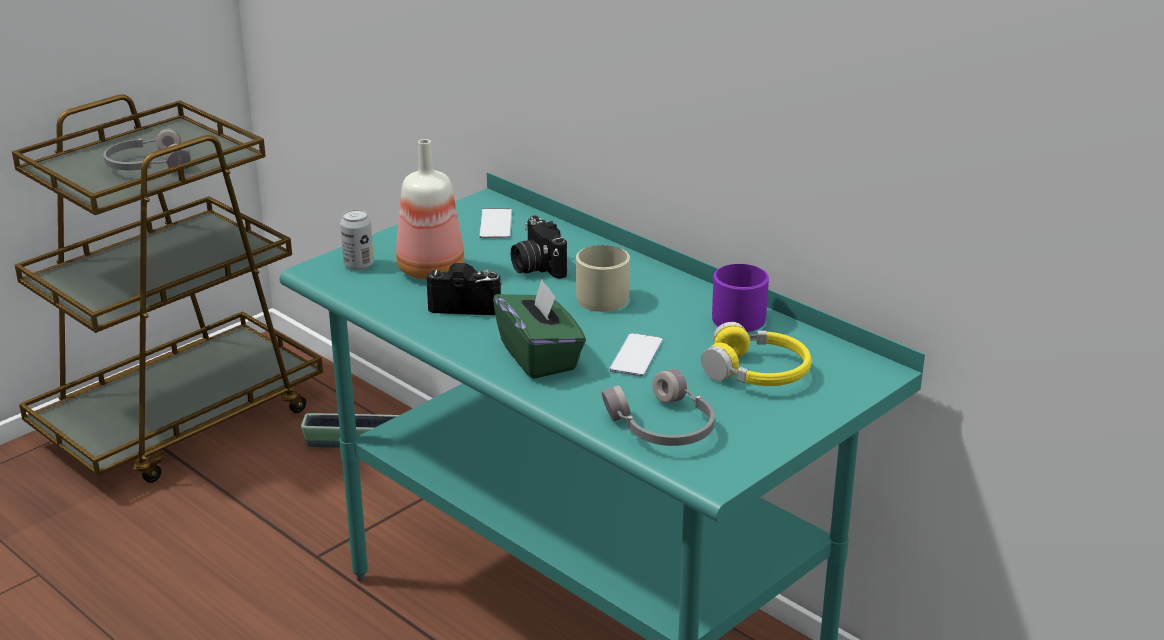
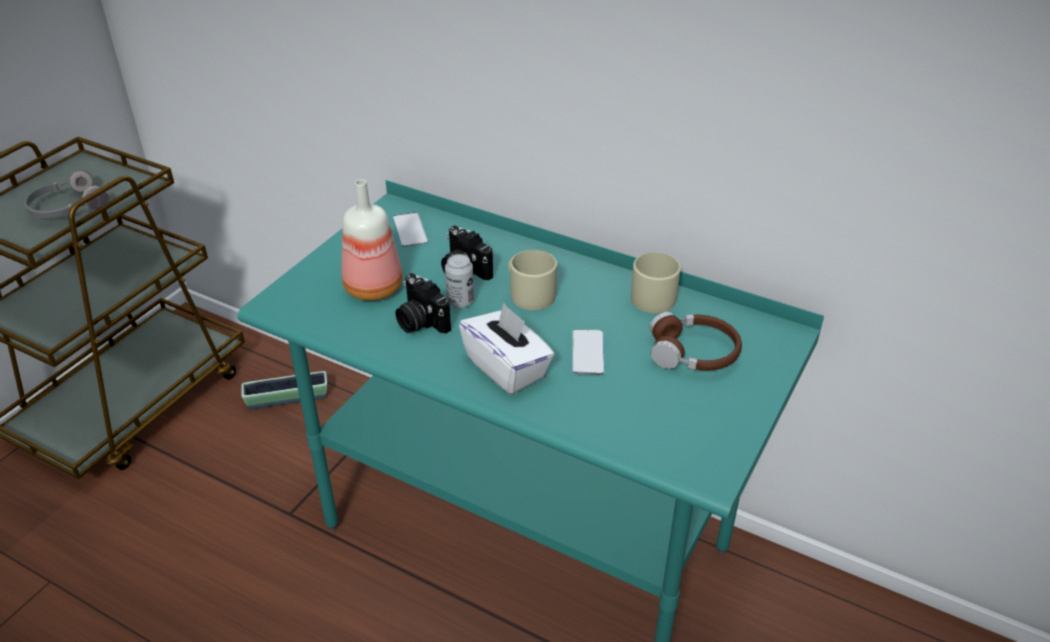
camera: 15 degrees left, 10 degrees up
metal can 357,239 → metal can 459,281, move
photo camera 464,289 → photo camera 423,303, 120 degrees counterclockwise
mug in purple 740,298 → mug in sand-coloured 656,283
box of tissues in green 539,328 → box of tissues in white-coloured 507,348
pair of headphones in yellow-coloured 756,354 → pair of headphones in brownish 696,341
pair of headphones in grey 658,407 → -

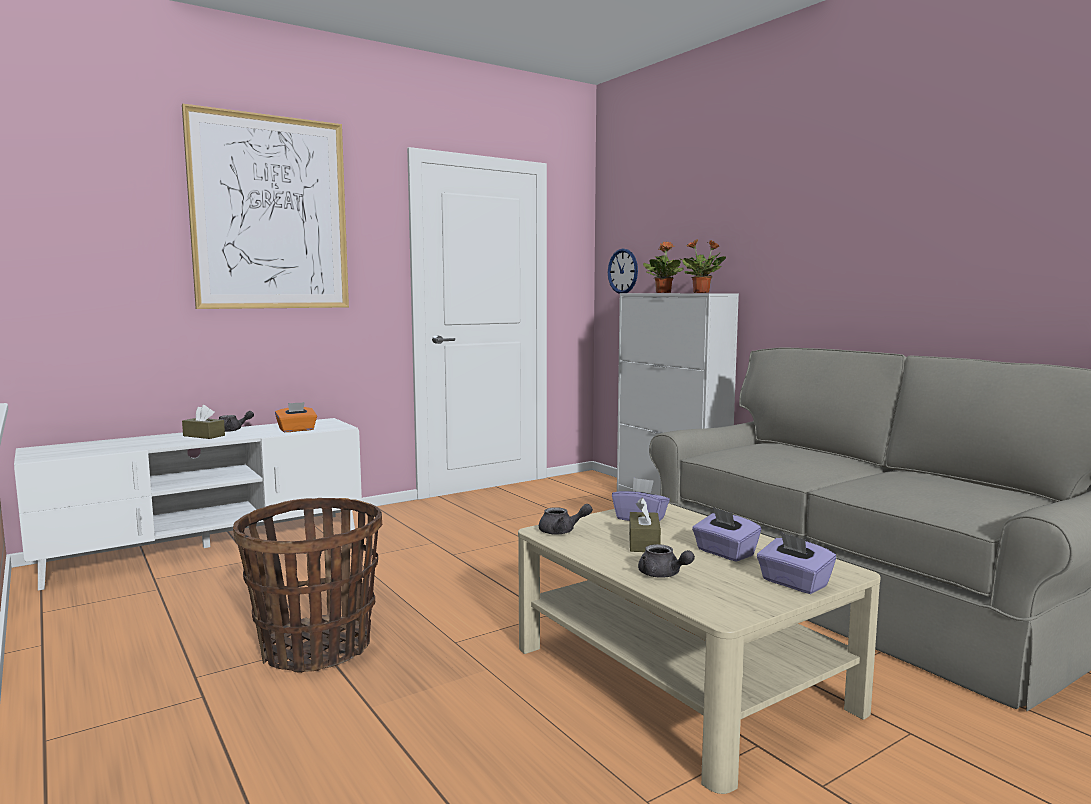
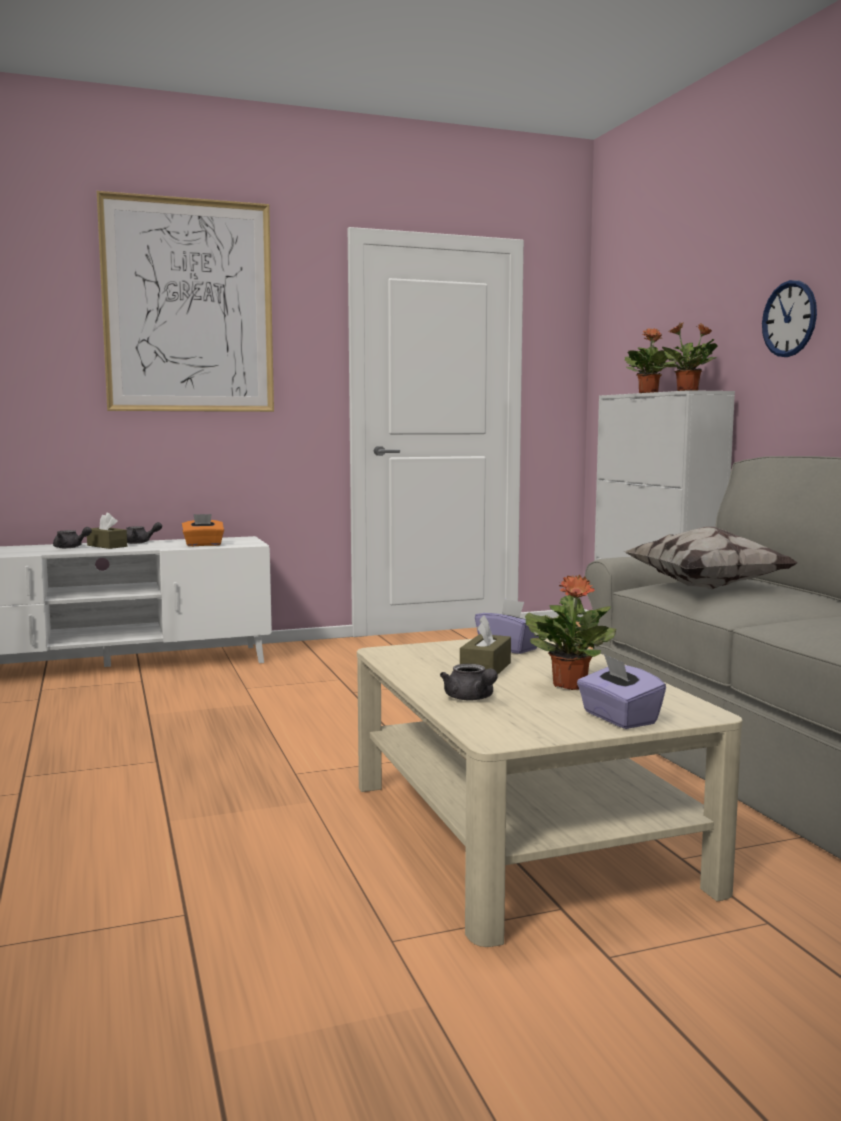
camera: 15 degrees right, 0 degrees up
wall clock 623,271 → wall clock 789,318, move
household basket 307,585 → -
pot for tea in grey 566,519 → pot for tea in grey 72,537, move
box of tissues in purple 726,534 → potted plant 570,632
- → throw pillow 710,558

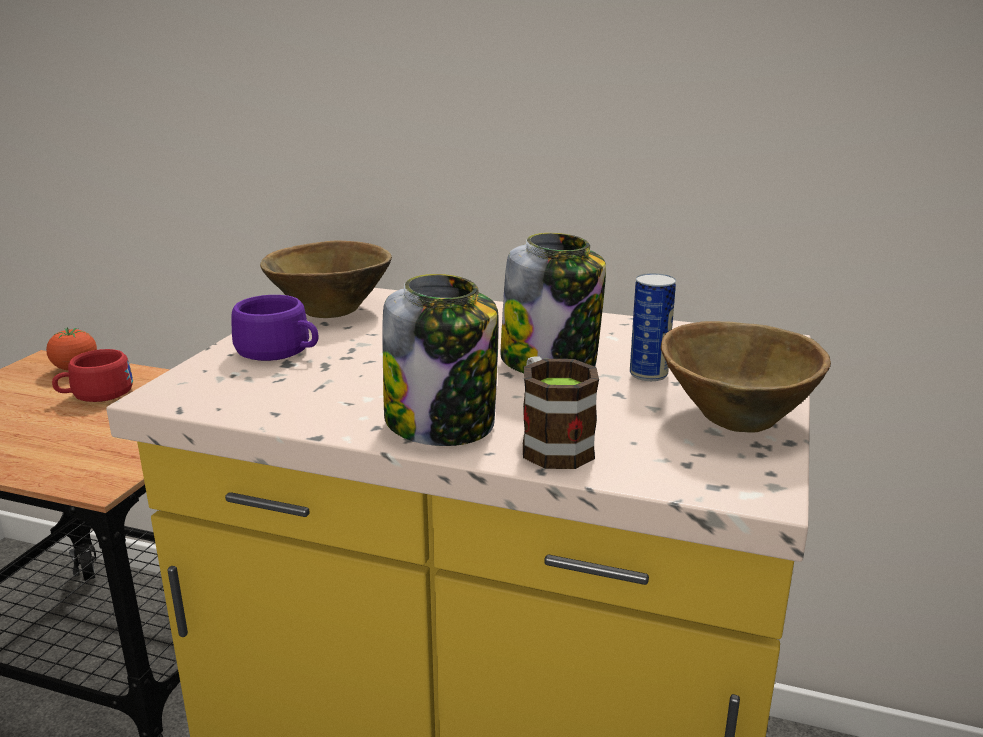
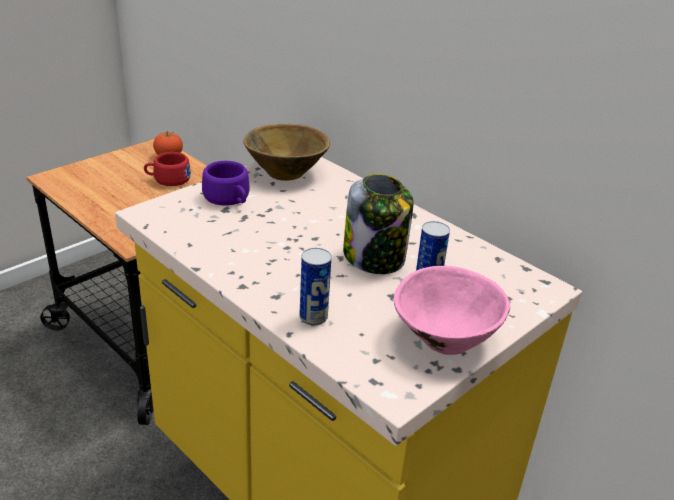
camera: 25 degrees right, 10 degrees up
storage jar 441,360 → -
bowl in brownish 746,376 → bowl in pinkish 451,310
mug 561,412 → metal can 315,287

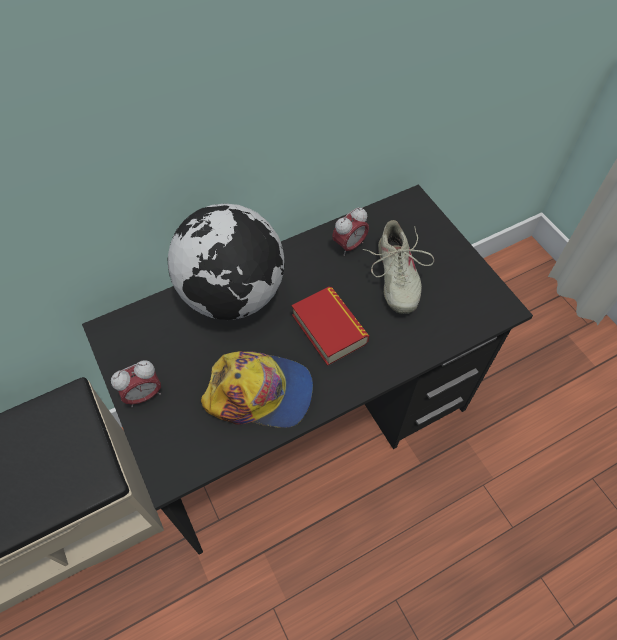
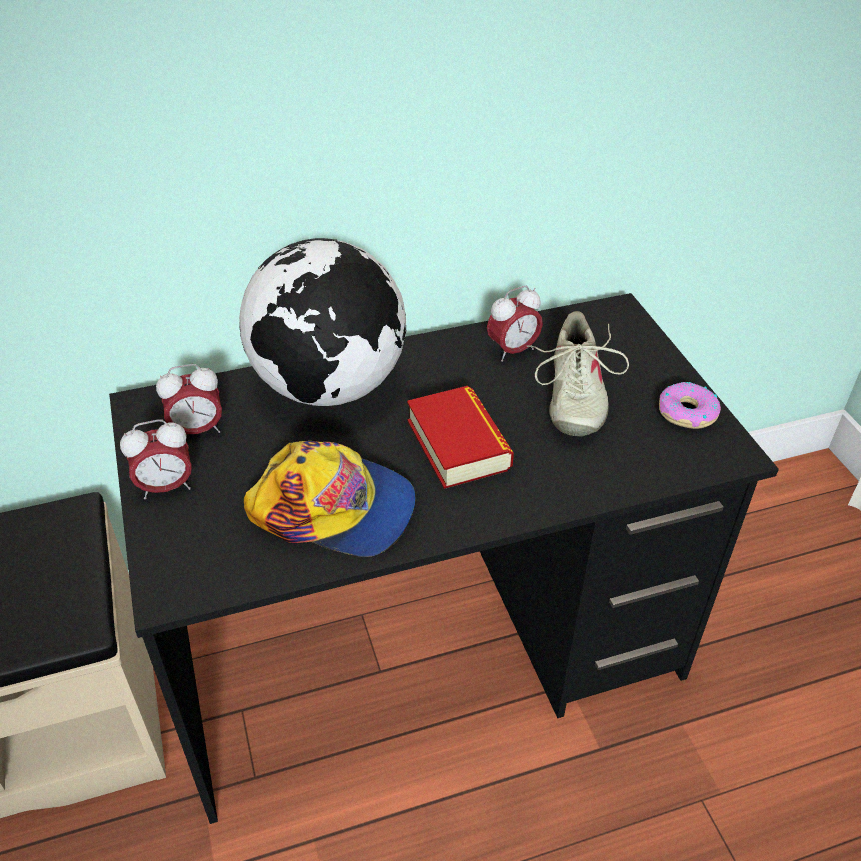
camera: 10 degrees right, 15 degrees down
- → bedside clock 189,399
- → donut 690,405

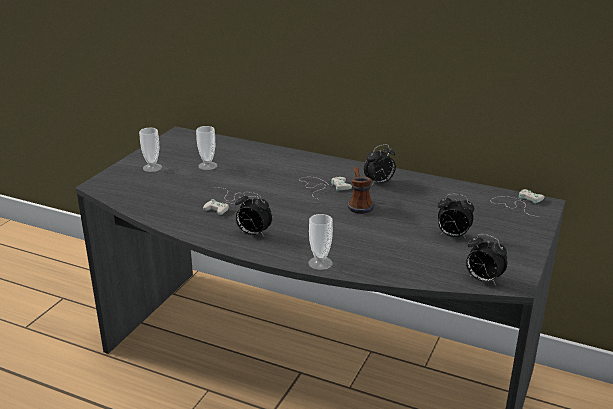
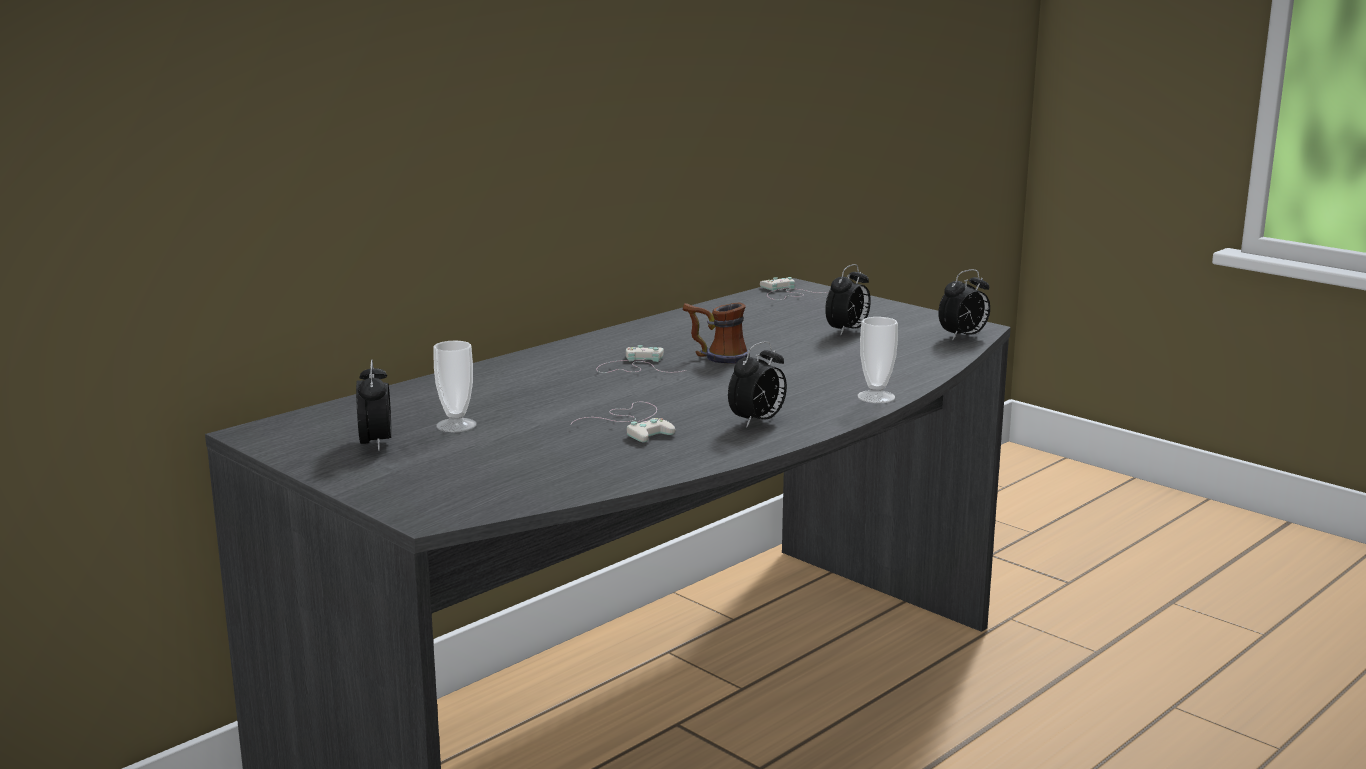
camera: 70 degrees left, 10 degrees down
cup 150,150 → -
bedside clock 380,164 → bedside clock 374,405, move

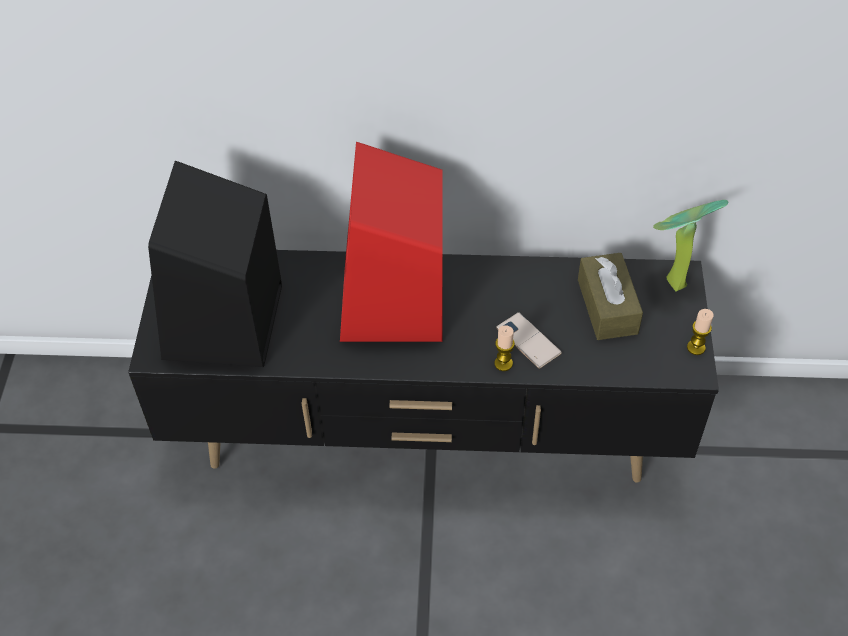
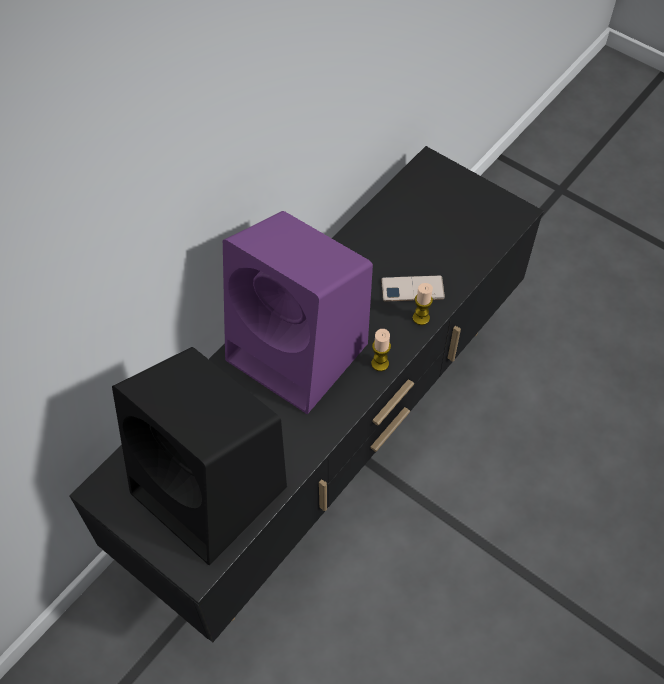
camera: 55 degrees left, 5 degrees up
audio speaker in red-coloured 391,242 → audio speaker in purple 298,312
potted plant 691,245 → -
box of tissues in brownish 610,296 → -
wax candle 700,332 → wax candle 381,350, move

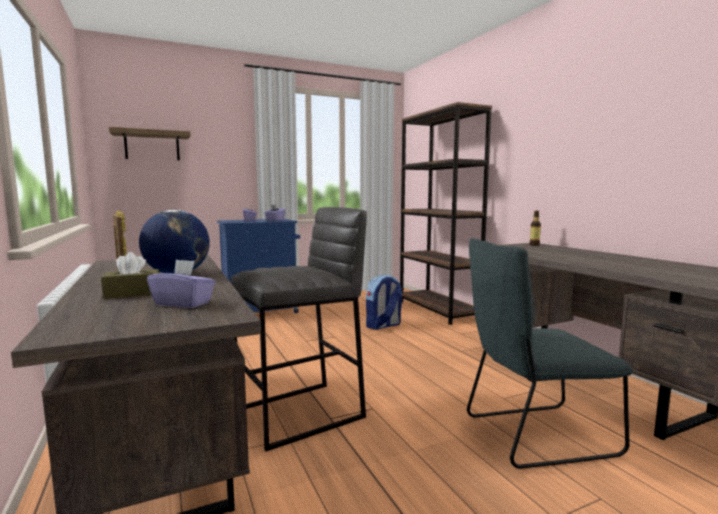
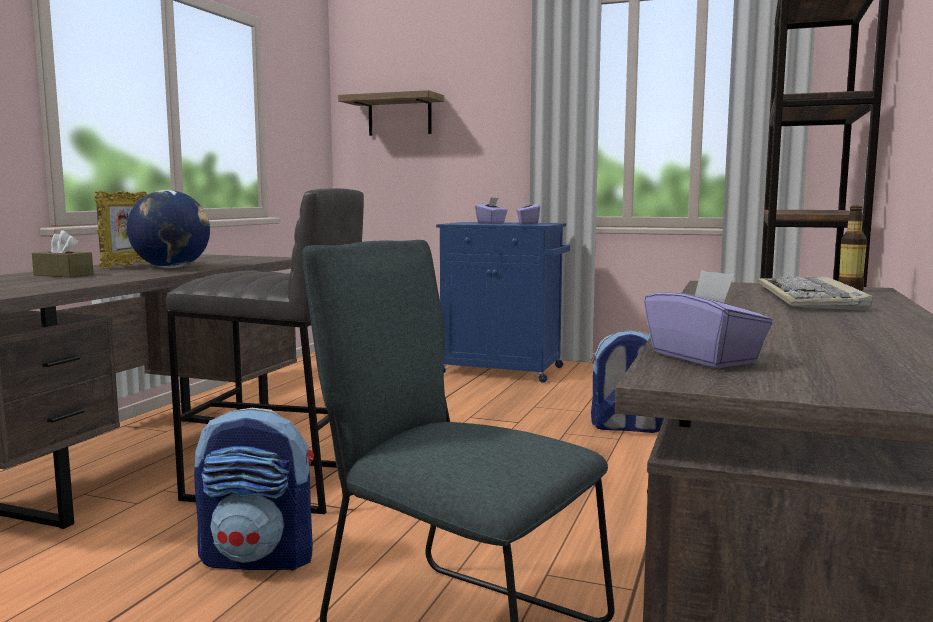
camera: 45 degrees right, 0 degrees up
box of tissues in purple 181,284 → box of tissues in purple 708,319, move
- → PC keyboard 815,293
- → knapsack 254,489

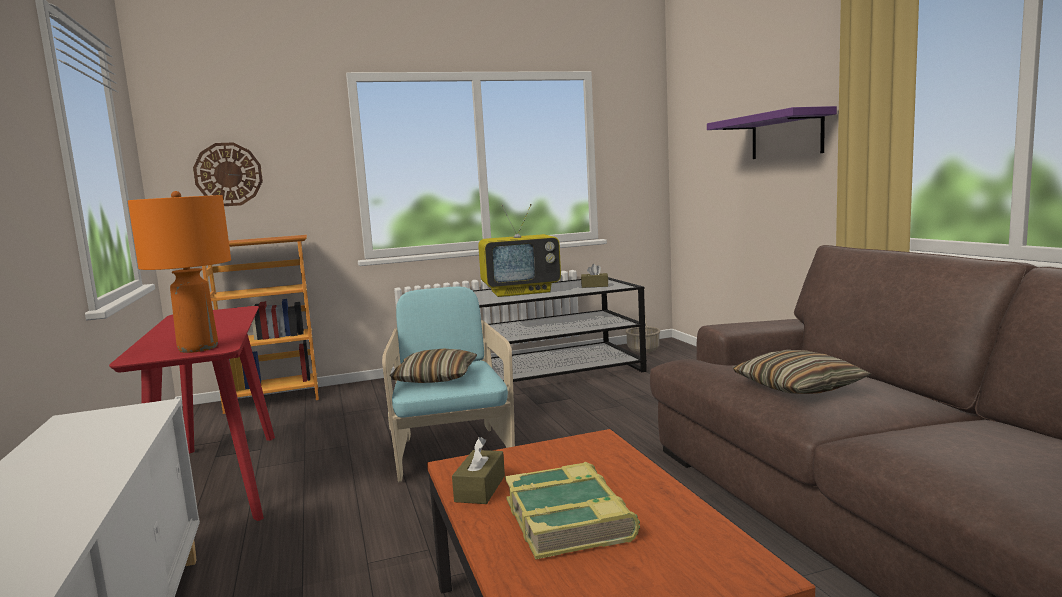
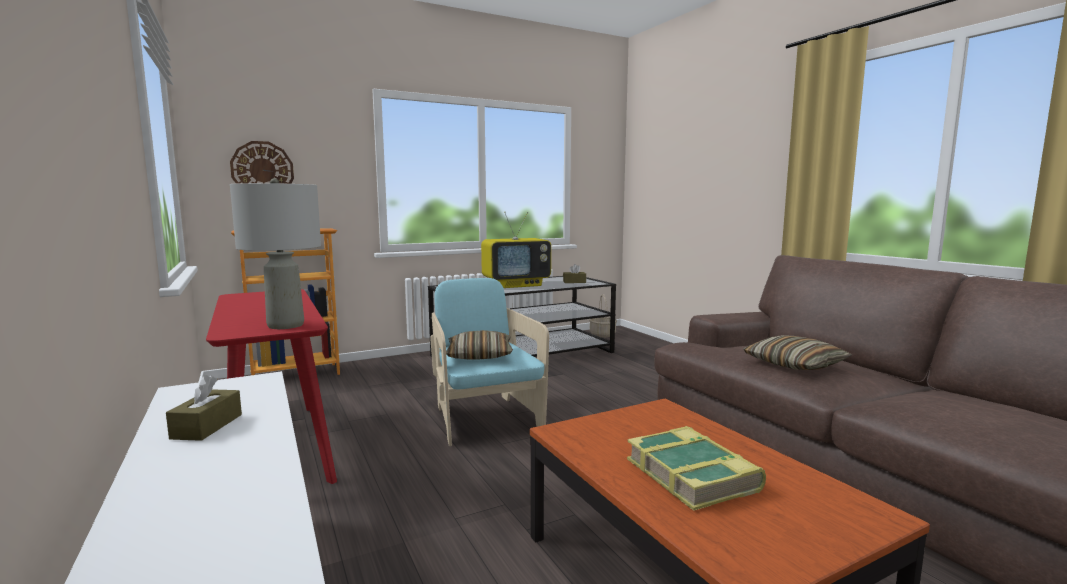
camera: 10 degrees left, 0 degrees up
shelf in purple 772,132 → -
lamp for a table in orange-coloured 179,272 → lamp for a table in grey 275,253
box of tissues in brownish 478,470 → box of tissues in brownish 204,408, move

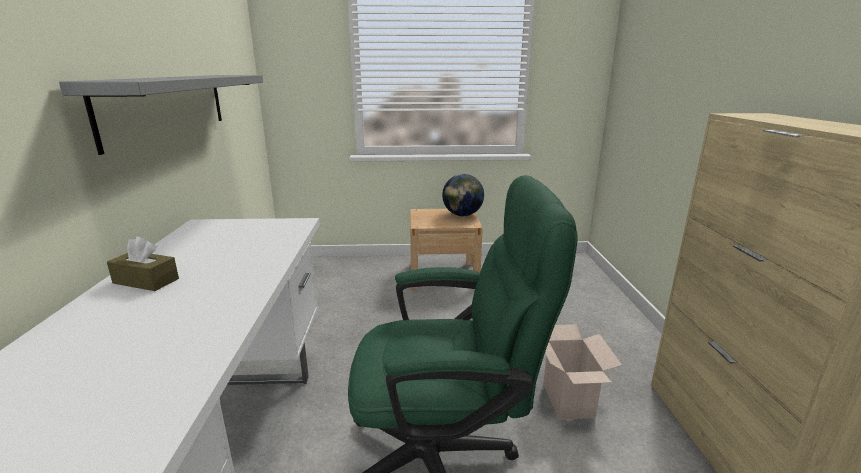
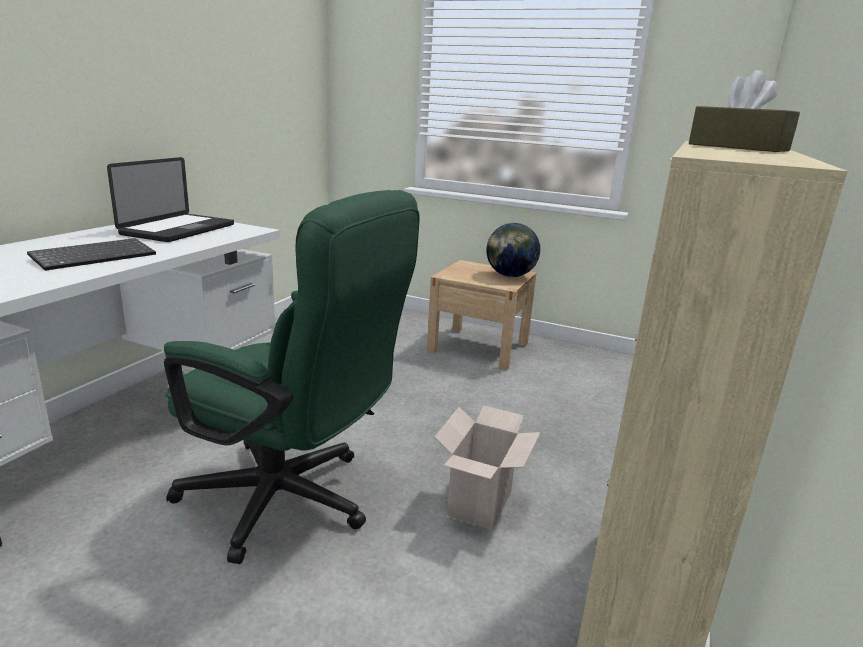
camera: 25 degrees right, 0 degrees up
shelf in grey 161,115 → -
box of tissues in brownish 143,264 → box of tissues in brownish 744,111, move
- → notebook computer 170,199
- → PC keyboard 91,254

